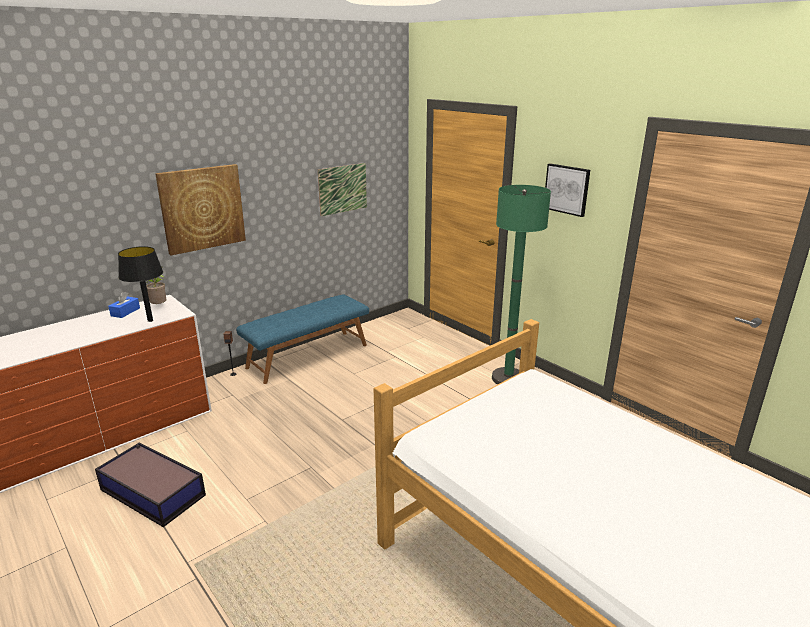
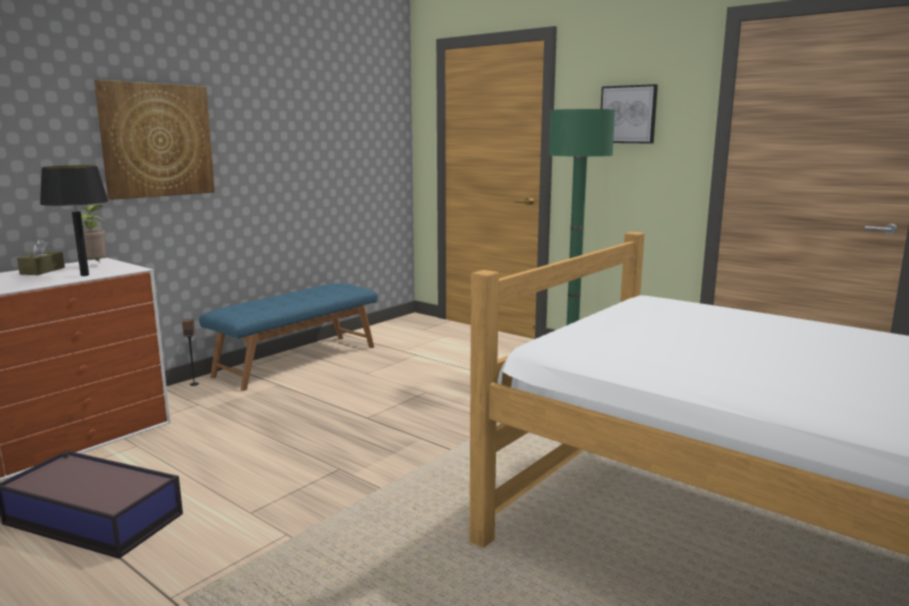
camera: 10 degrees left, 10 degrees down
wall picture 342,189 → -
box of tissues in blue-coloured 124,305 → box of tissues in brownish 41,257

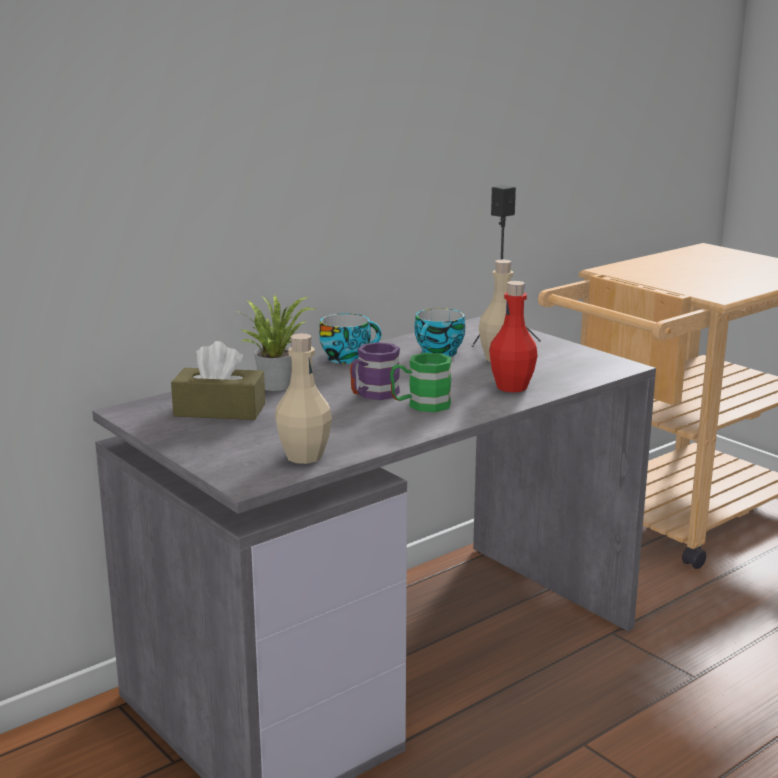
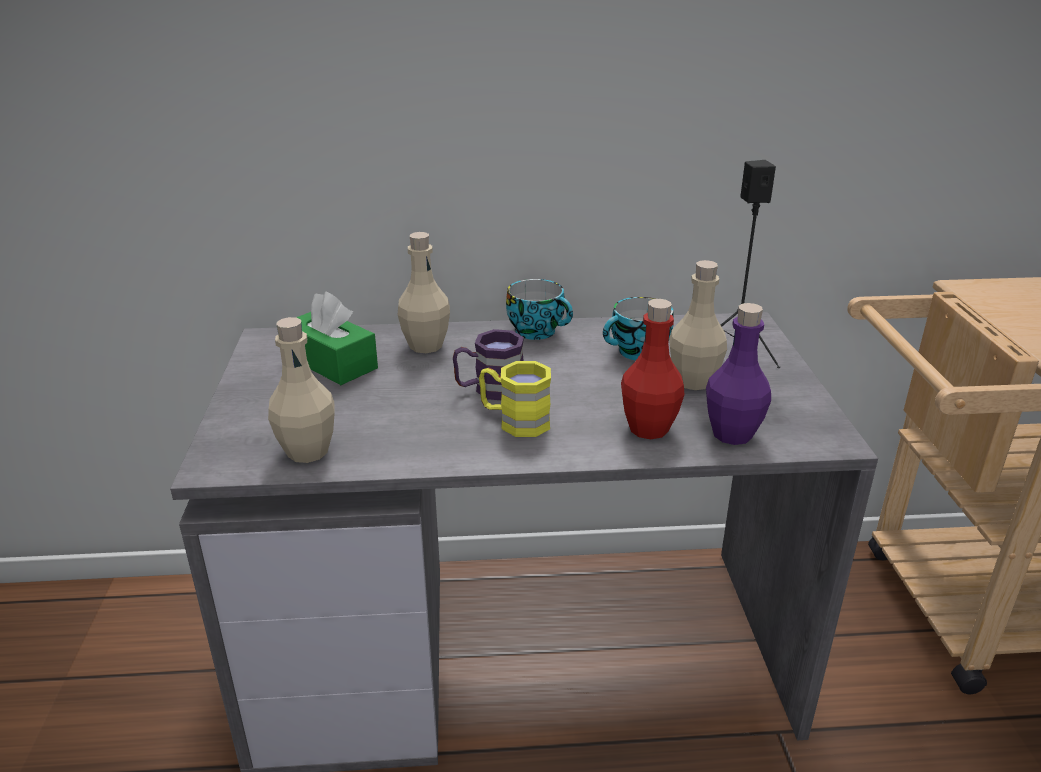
camera: 35 degrees right, 10 degrees up
potted plant 275,342 → drink bottle in sand-coloured 424,292
box of tissues in brownish 218,380 → box of tissues in green 337,338
mug in green 421,382 → mug in yellow-coloured 515,399
- → drink bottle in purple 738,374

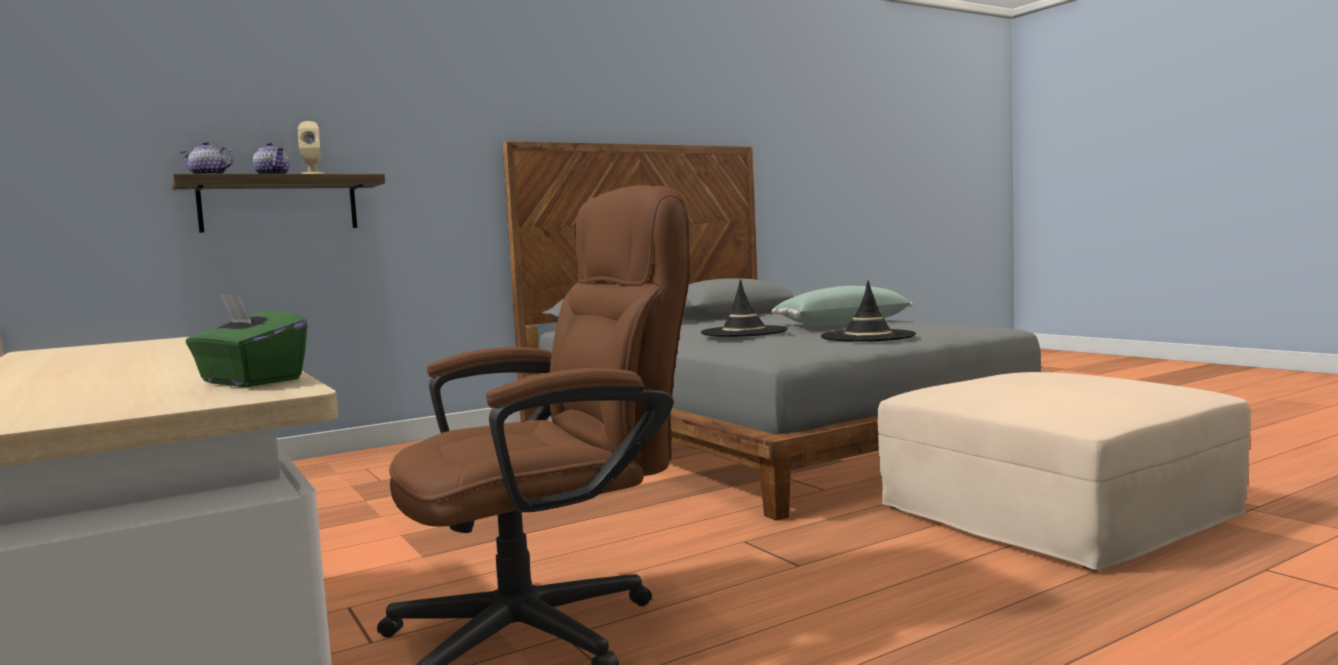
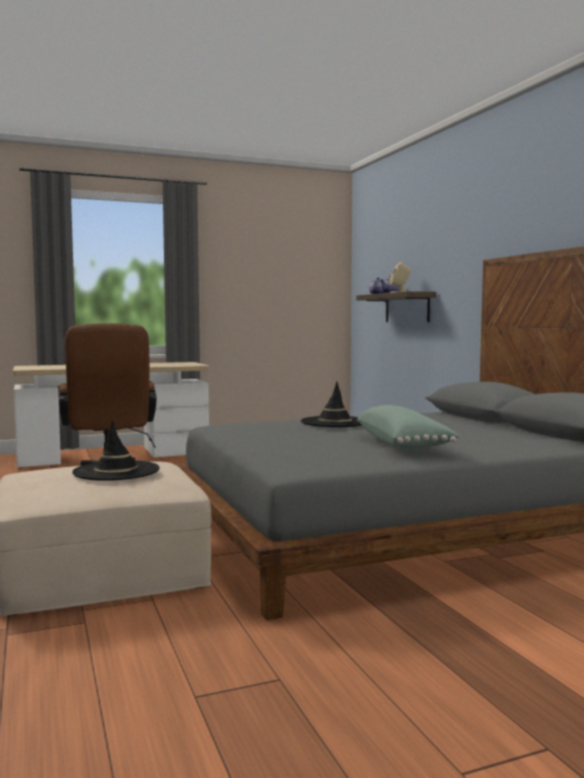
camera: 100 degrees right, 0 degrees up
hat in blackish 868,311 → hat in blackish 116,451, move
box of tissues in green 246,340 → -

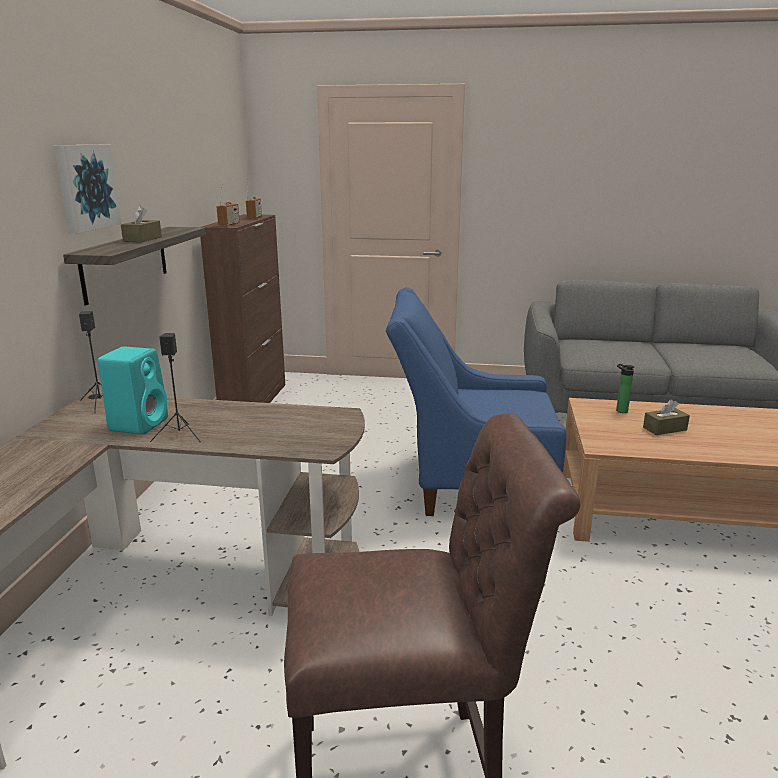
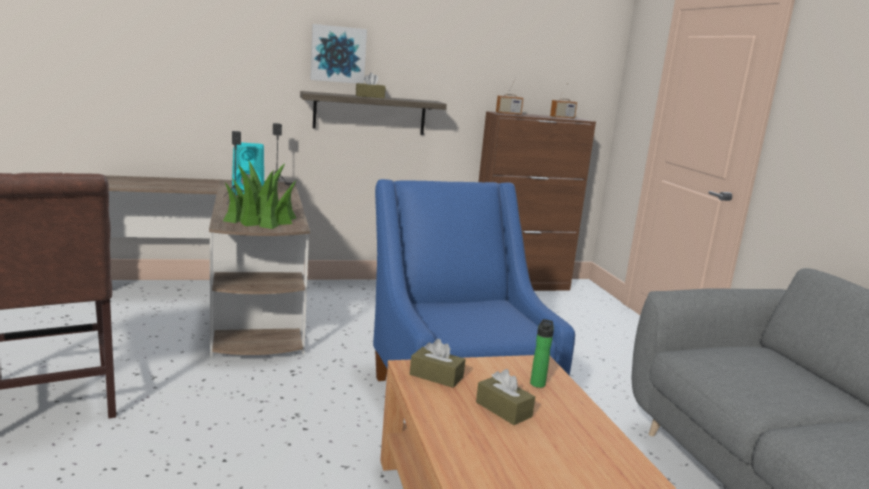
camera: 65 degrees right, 5 degrees down
- → potted plant 259,194
- → box of tissues in brownish 438,363

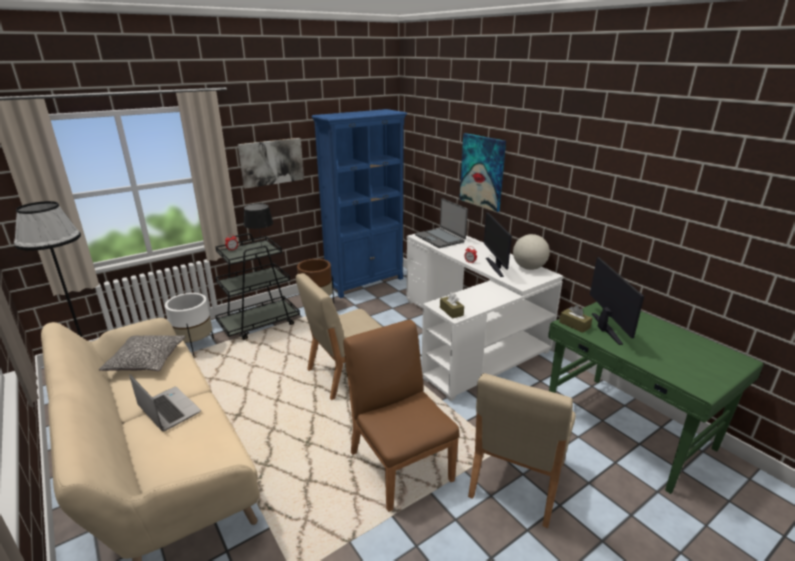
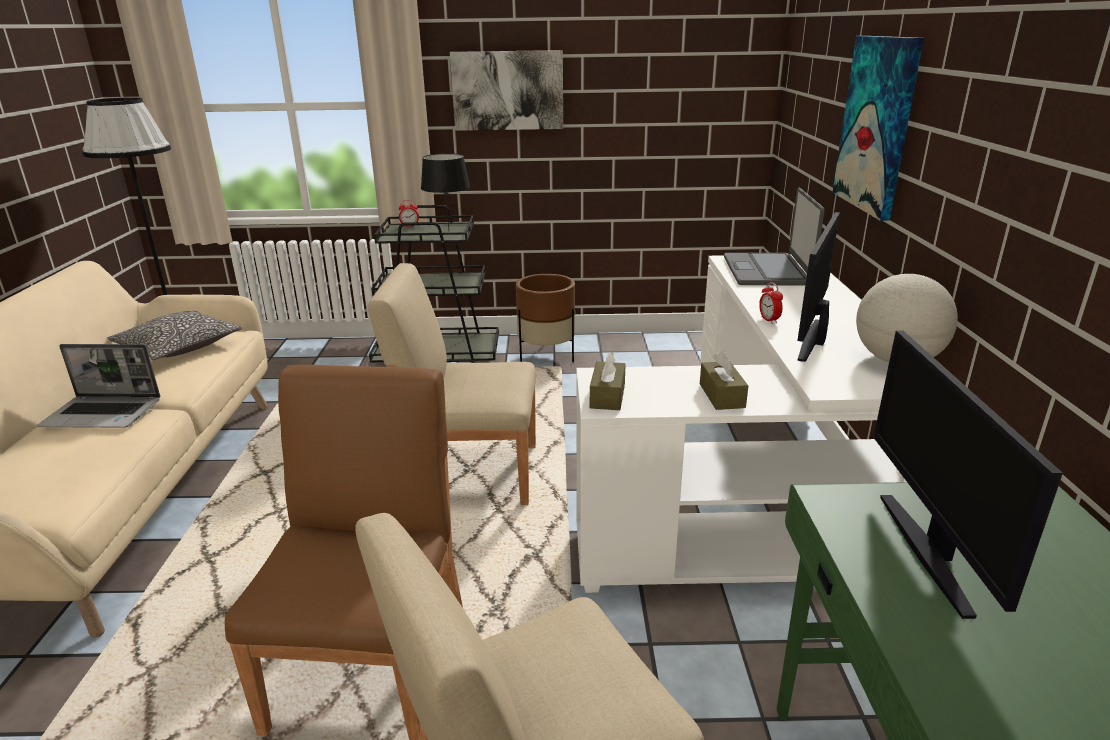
camera: 35 degrees right, 0 degrees up
bookshelf in blue-coloured 359,203 → -
computer display 617,301 → computer display 968,474, 150 degrees clockwise
flower pot in white-coloured 189,324 → -
box of tissues in brownish 575,319 → box of tissues in brownish 724,380, move
notebook computer 165,403 → notebook computer 98,386, 105 degrees clockwise

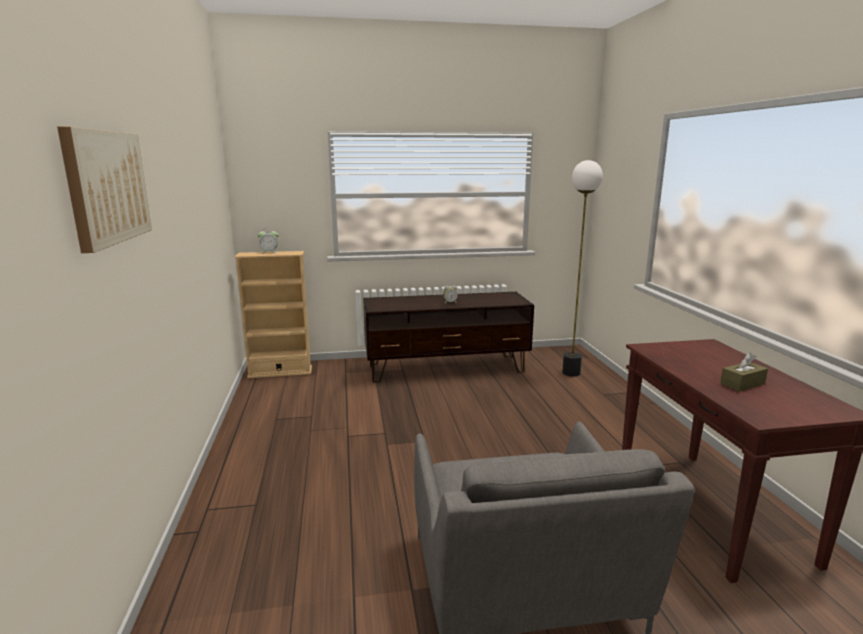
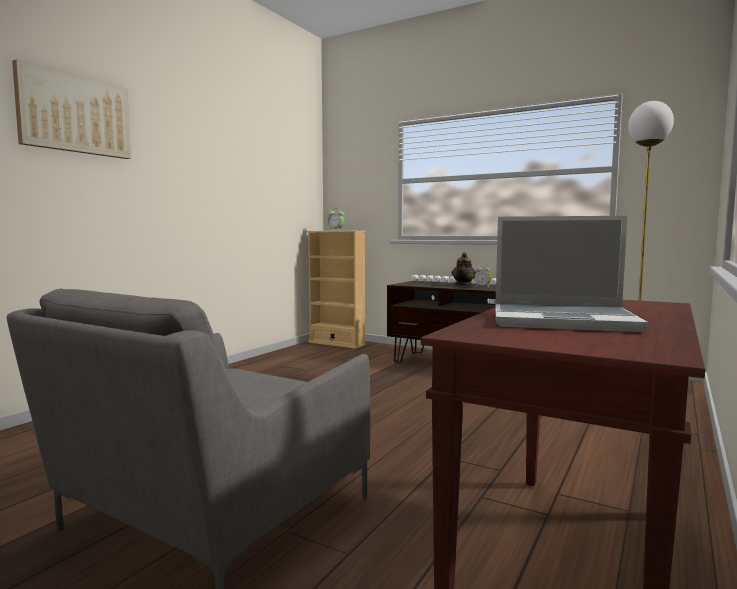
camera: 40 degrees right, 10 degrees down
box of tissues in brownish 744,372 → notebook computer 571,274
- → pot for tea 464,269

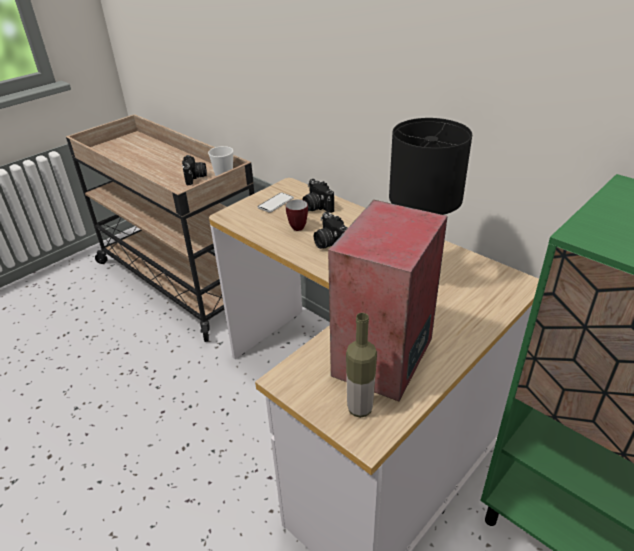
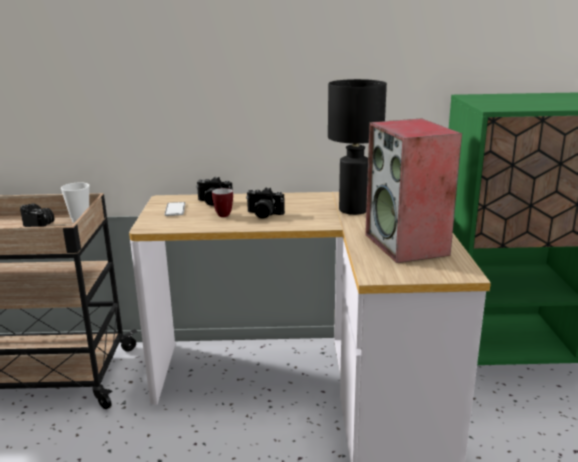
camera: 45 degrees left, 15 degrees down
drink bottle 361,365 → -

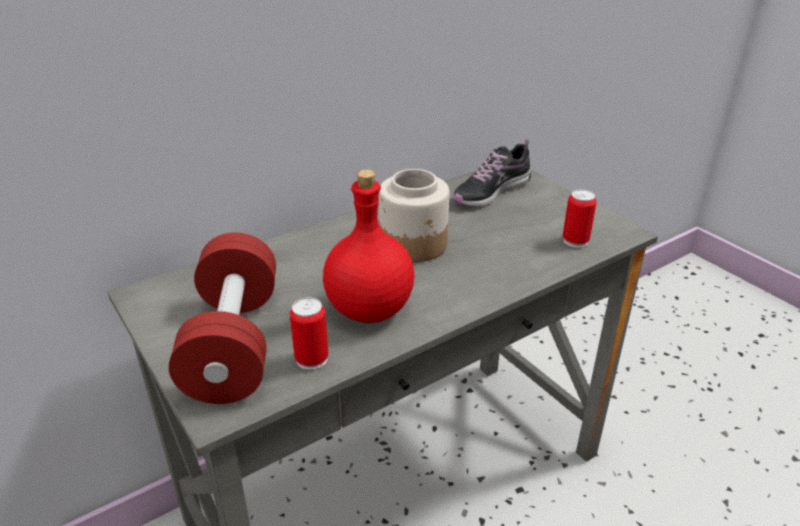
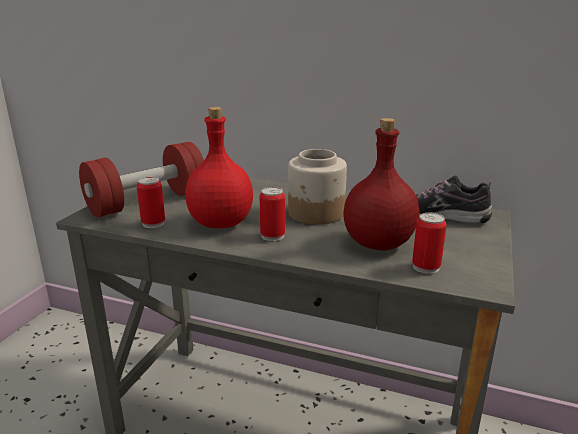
camera: 55 degrees right, 10 degrees down
- → drink bottle in red-coloured 381,184
- → metal can 272,214

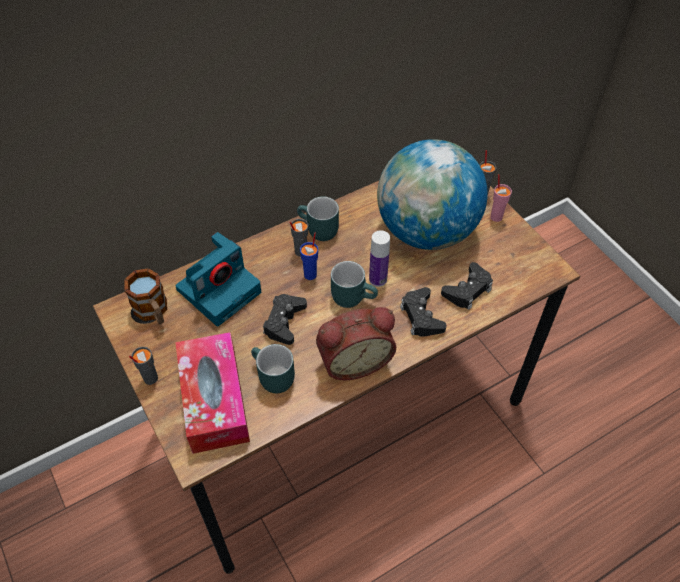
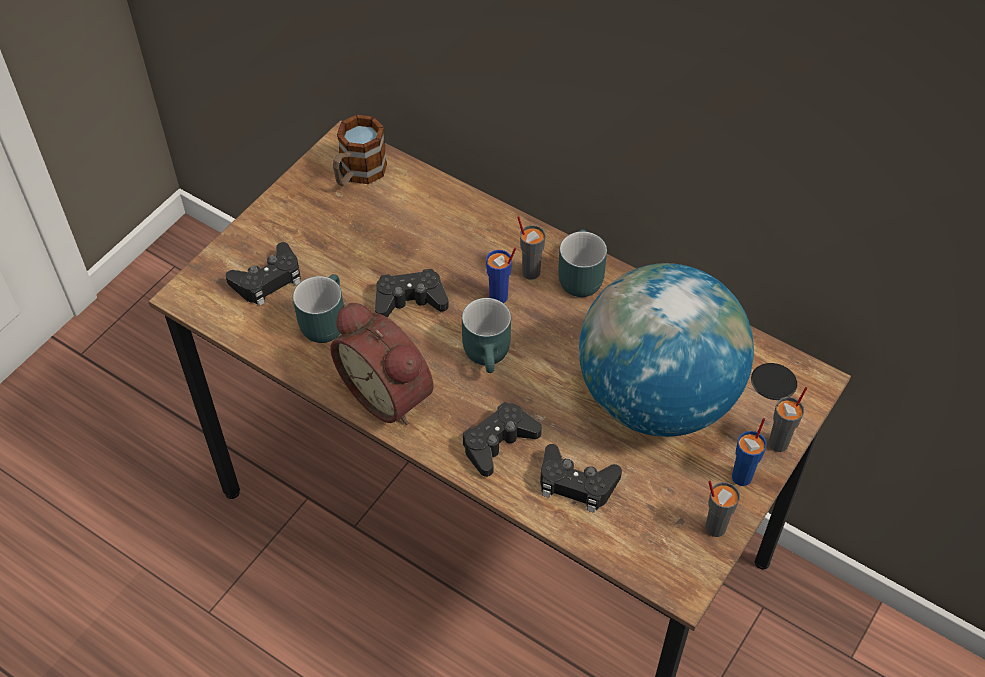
camera: 65 degrees right, 0 degrees up
cup in pinkish 501,198 → cup in blue-coloured 749,452
drink bottle 379,258 → -
photo camera 218,279 → -
box of tissues 212,393 → game controller in blackish 263,274
cup in grey 143,366 → cup in grey 723,509, move

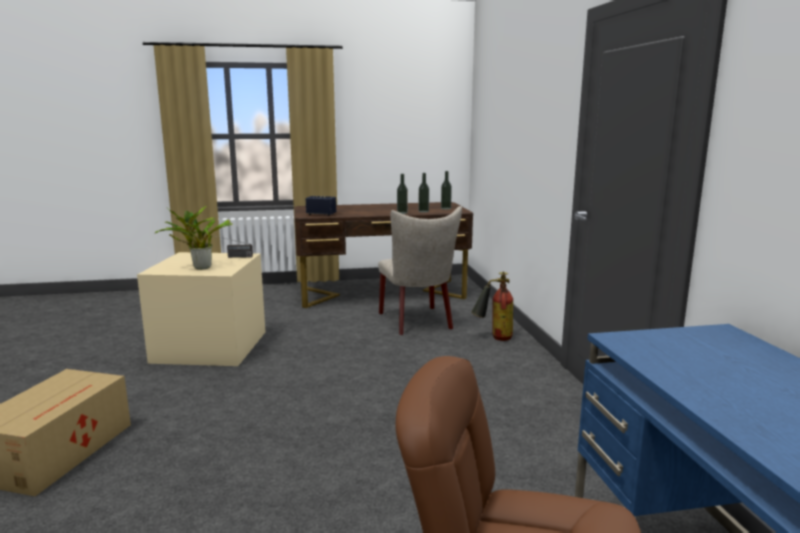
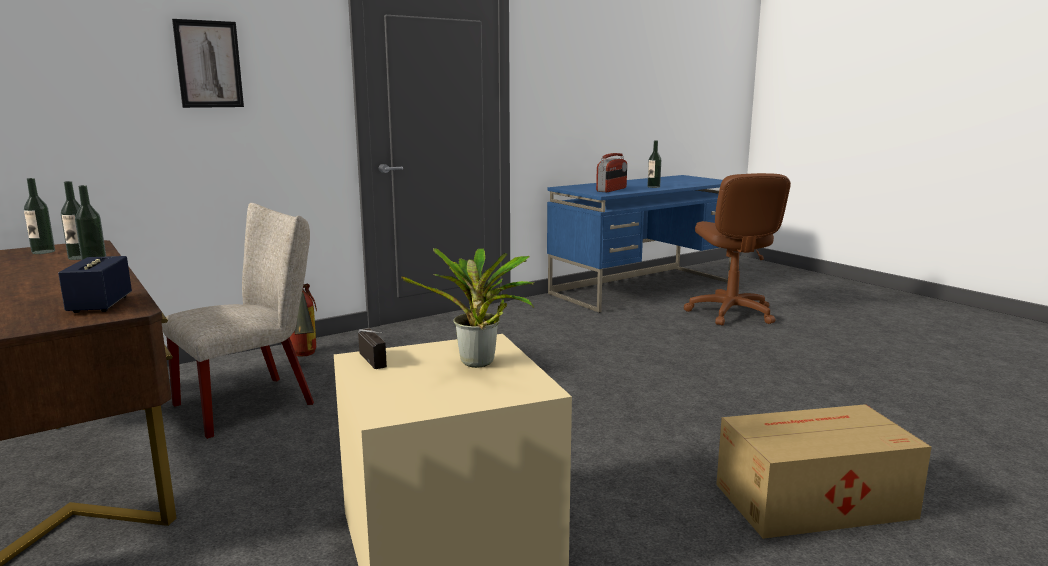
camera: 115 degrees left, 0 degrees up
- → wall picture 208,63
- → drink bottle 654,164
- → radio receiver 611,172

